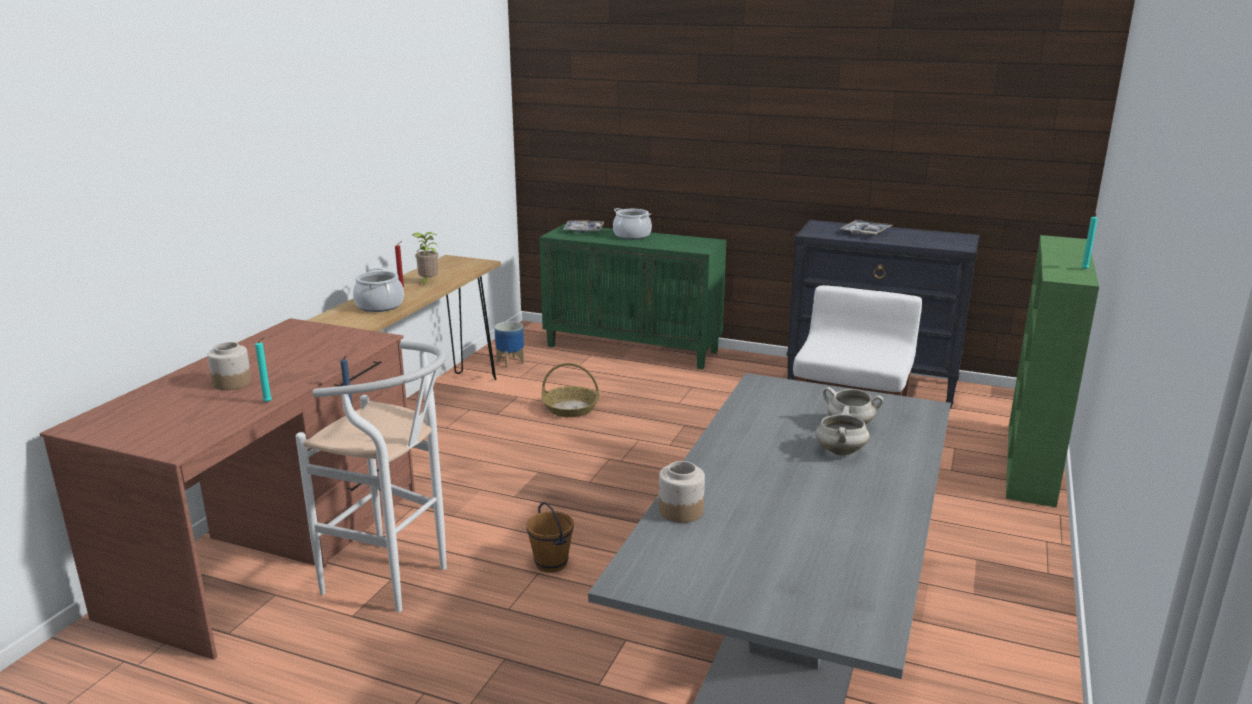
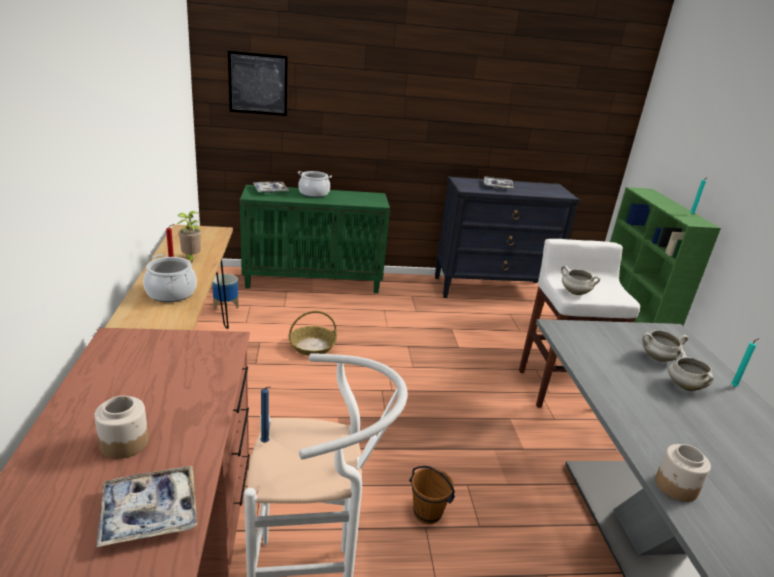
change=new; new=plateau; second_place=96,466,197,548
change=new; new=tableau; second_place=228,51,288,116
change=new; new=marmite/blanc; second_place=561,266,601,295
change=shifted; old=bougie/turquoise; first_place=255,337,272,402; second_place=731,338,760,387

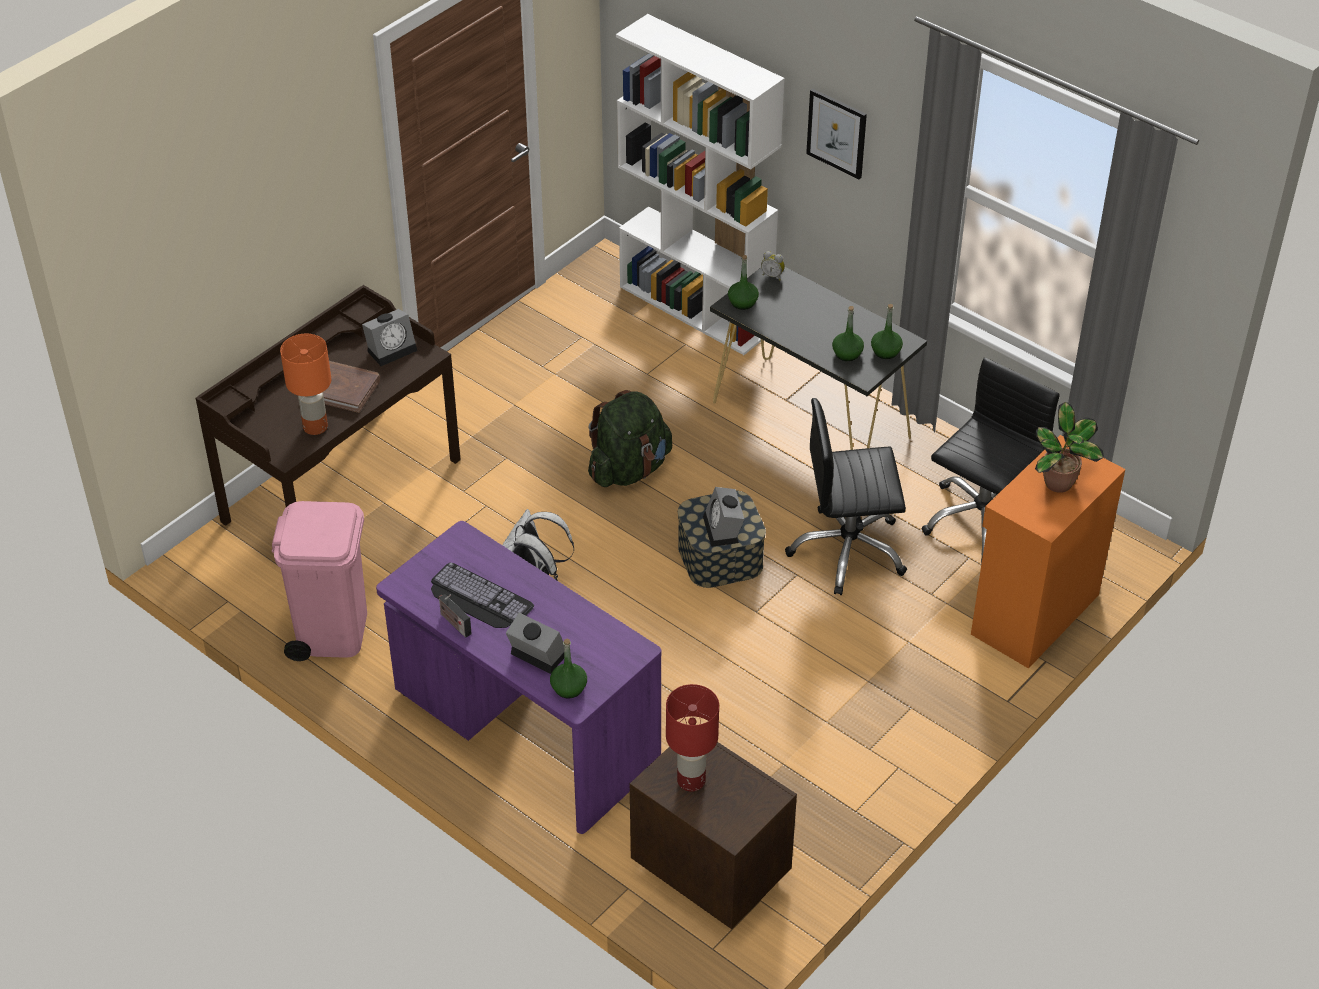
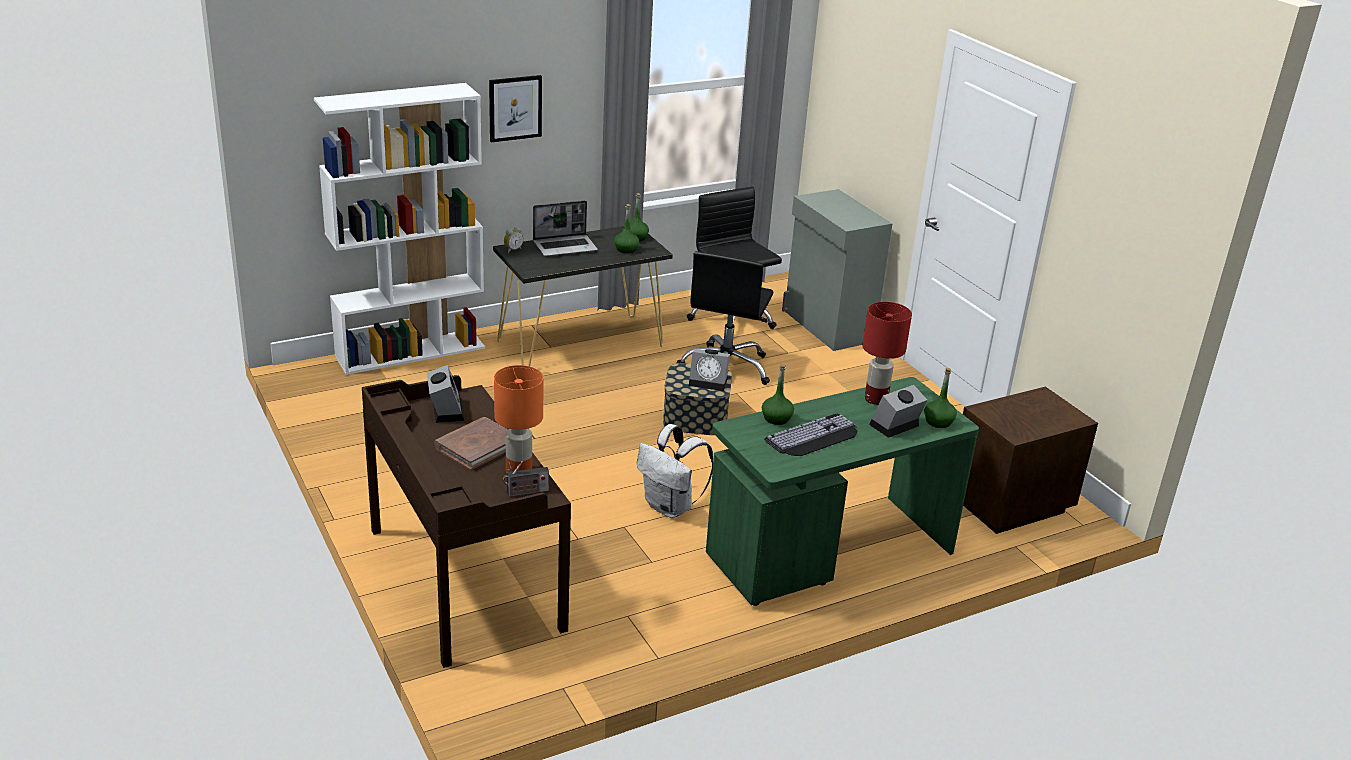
change=shifted; old=radio; first_place=438,594,472,638; second_place=503,461,549,497
change=new; new=ordinateur portable; second_place=533,200,598,256
change=repainted; old=bureau/violet; new=bureau/vert; first_place=376,521,661,834; second_place=706,377,979,606
change=shifted; old=bouteille/vert; first_place=728,255,759,310; second_place=762,363,794,425
change=repainted; old=meuble de rangement/orange; new=meuble de rangement/gris; first_place=971,435,1125,669; second_place=782,189,892,351
change=shifted; old=lampe de table/rouge; first_place=666,684,719,792; second_place=862,302,912,405
change=gone; old=poubelle/rose; first_place=272,501,367,661
change=gone; old=sac à dos/vert; first_place=588,390,672,487
change=gone; old=plante en pot; first_place=1035,402,1104,493

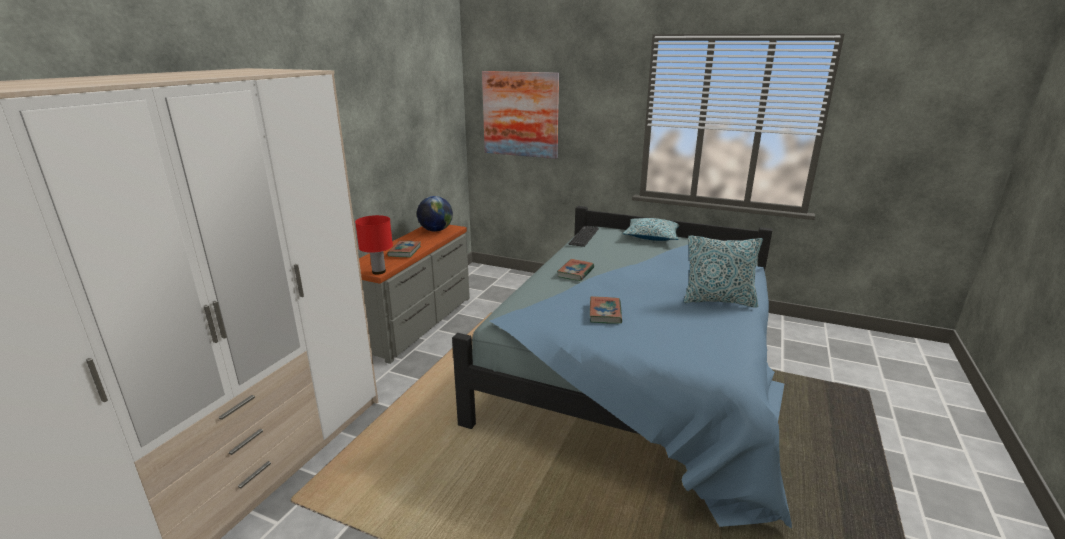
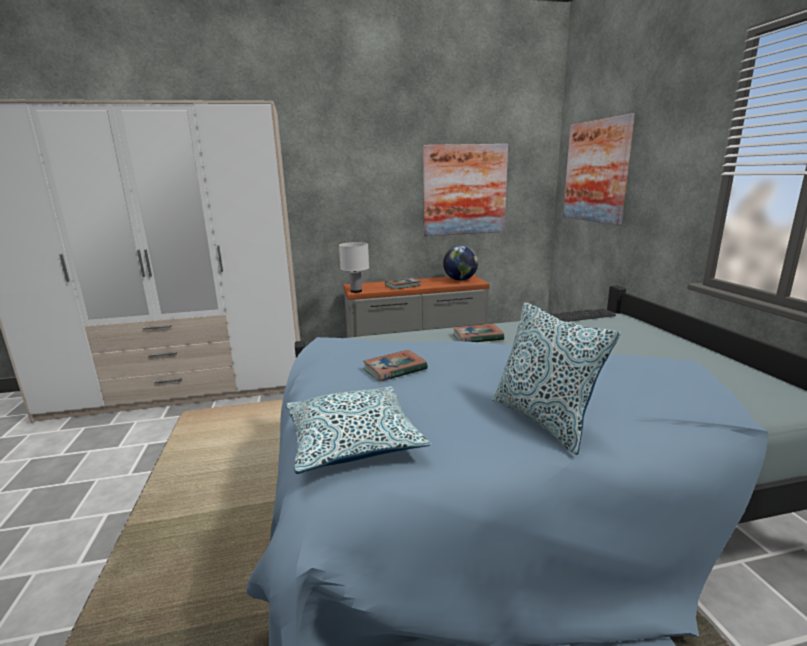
change=shifted; old=coussin; first_place=623,218,679,241; second_place=286,386,431,474
change=repainted; old=lampe de table/rouge; new=lampe de table/blanc; first_place=355,215,393,274; second_place=339,242,369,293
change=new; new=tableau; second_place=423,144,508,236

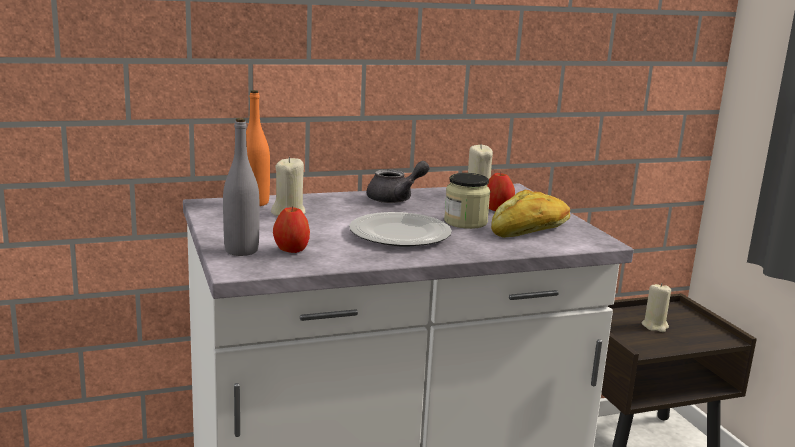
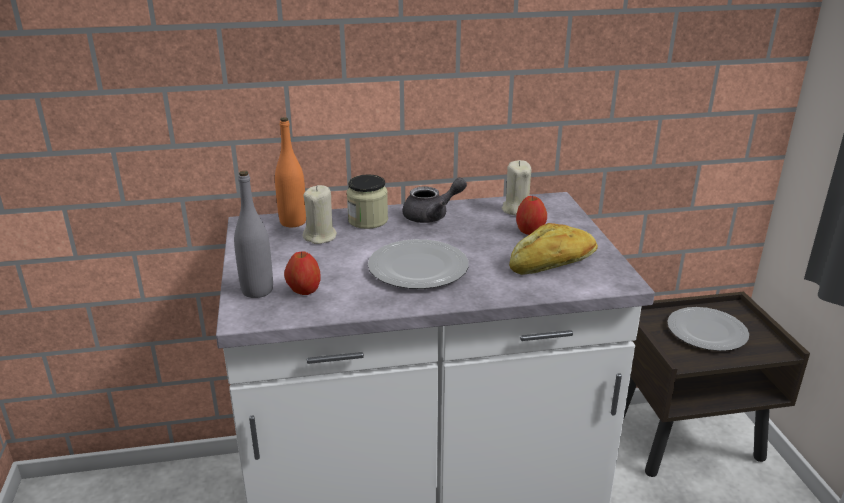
change=shifted; old=bocal; first_place=444,173,490,229; second_place=347,174,388,229
change=swapped; old=bougie/beige; new=assiette; first_place=642,283,671,332; second_place=667,307,749,351

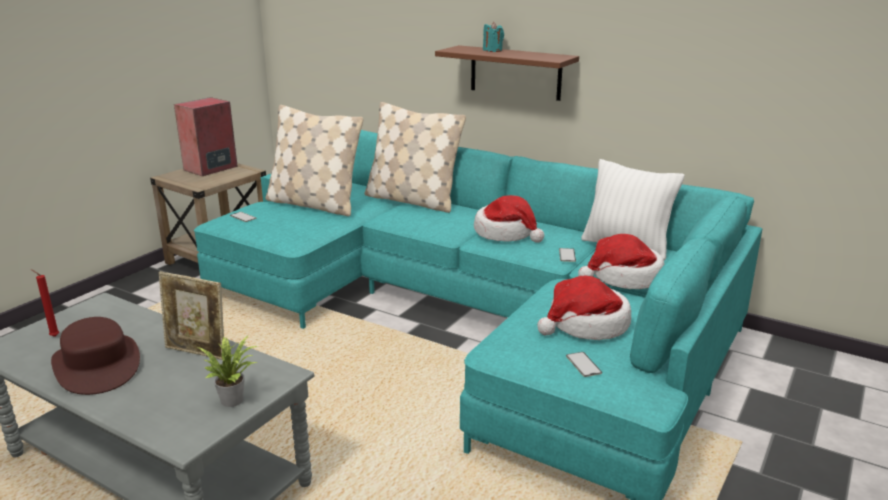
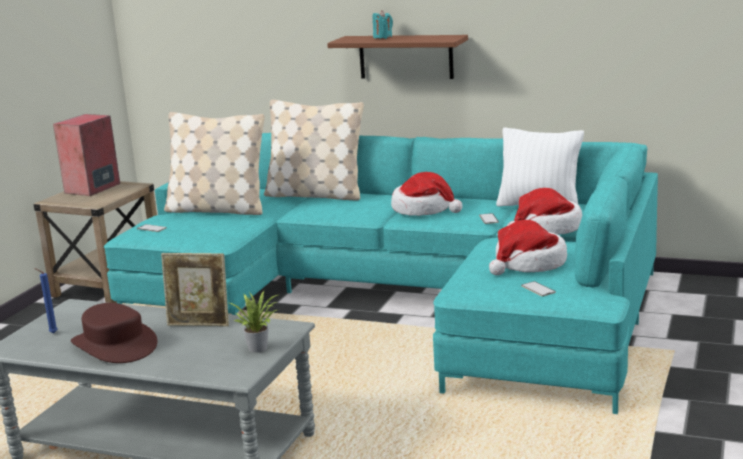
change=repainted; old=bougie/rouge; new=bougie/bleu; first_place=31,269,59,337; second_place=34,268,58,333

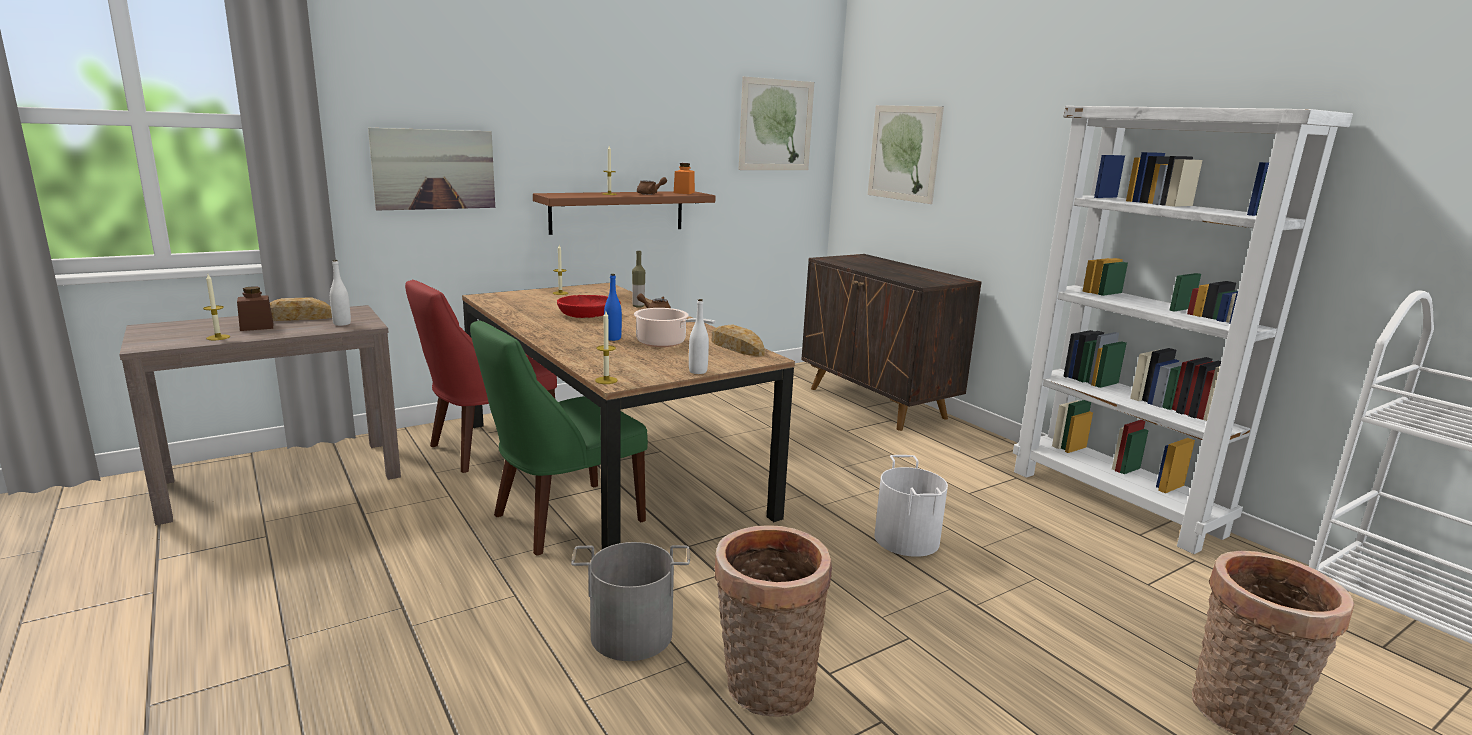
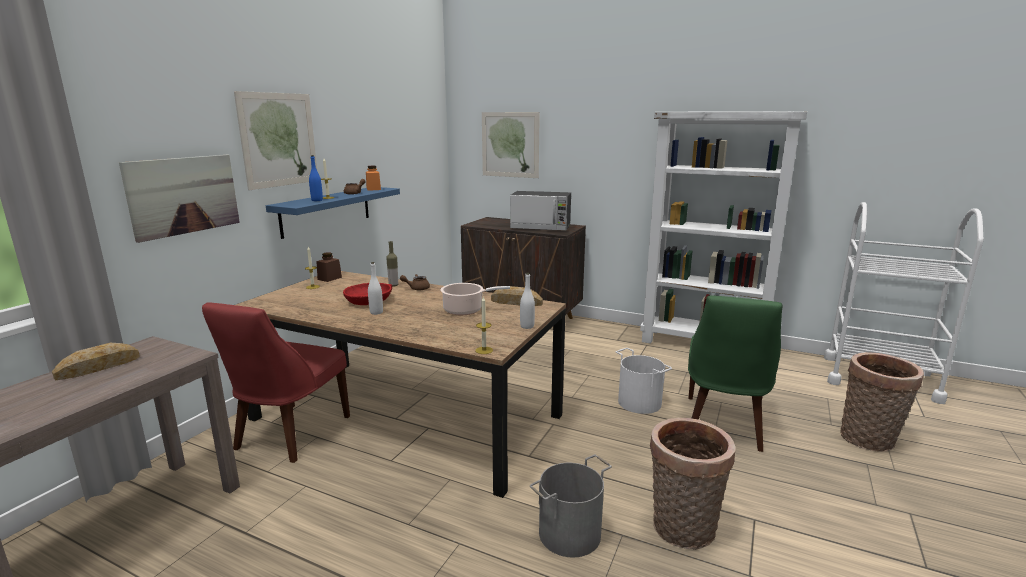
change=shifted; old=tableau; first_place=739,76,814,170; second_place=234,91,317,190
change=repainted; old=étagère/marron; new=étagère/bleu; first_place=533,191,716,235; second_place=266,187,400,239
change=shifted; old=bouteille/bleu; first_place=604,274,622,341; second_place=309,155,323,201
change=shifted; old=bocal/marron; first_place=237,286,273,331; second_place=316,252,342,282
change=shifted; old=bouteille/blanc; first_place=330,260,351,326; second_place=368,262,383,315
change=new; new=micro-ondes; second_place=510,191,571,231
change=shifted; old=chaise/vert; first_place=470,320,648,556; second_place=688,295,783,452
change=gone; old=bougie; first_place=203,274,230,340

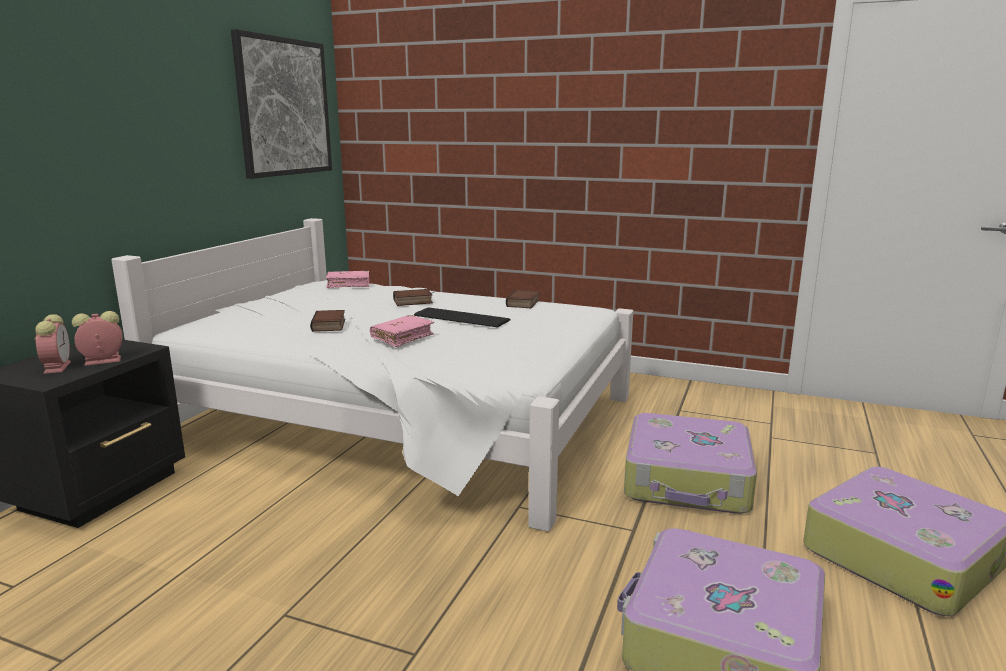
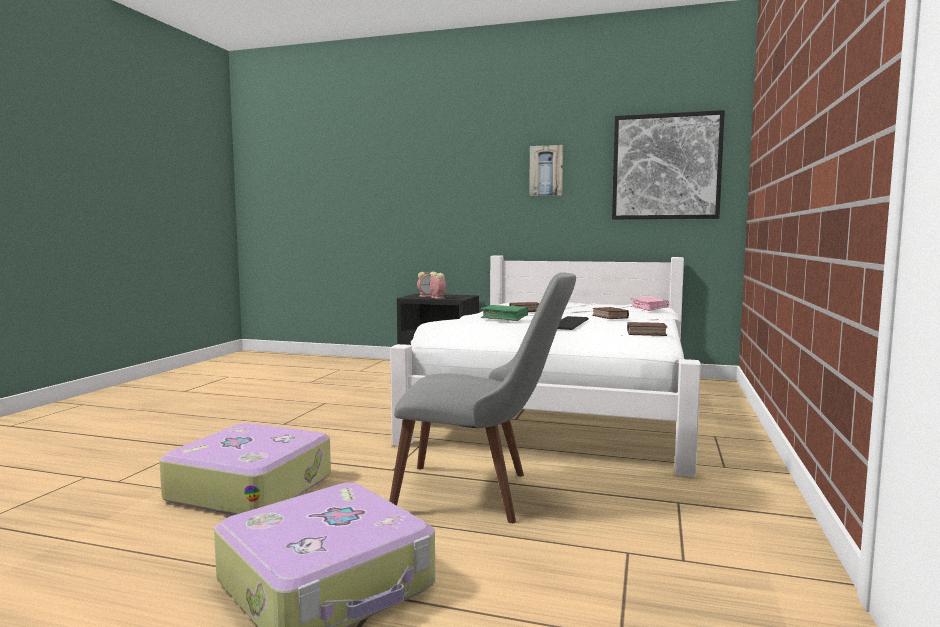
change=swapped; old=valise; new=chaise/gris; first_place=624,413,757,514; second_place=389,272,576,523
change=repainted; old=livre/rose; new=livre/vert; first_place=370,315,434,347; second_place=481,305,528,321
change=new; new=tableau; second_place=529,145,563,196

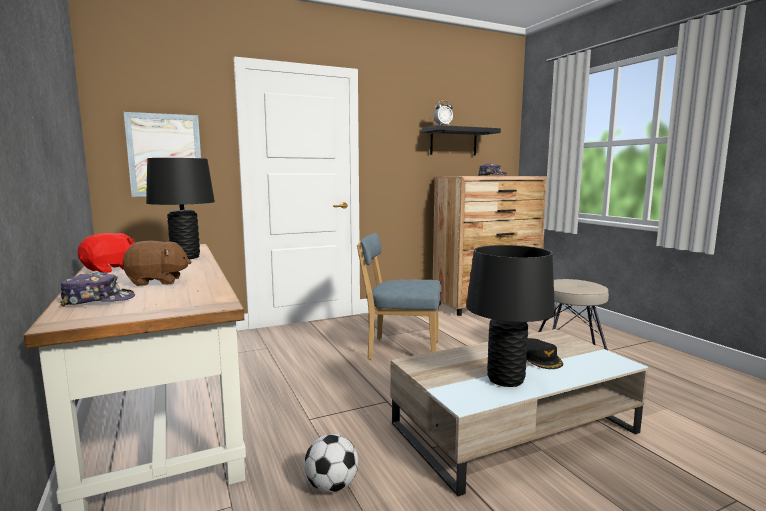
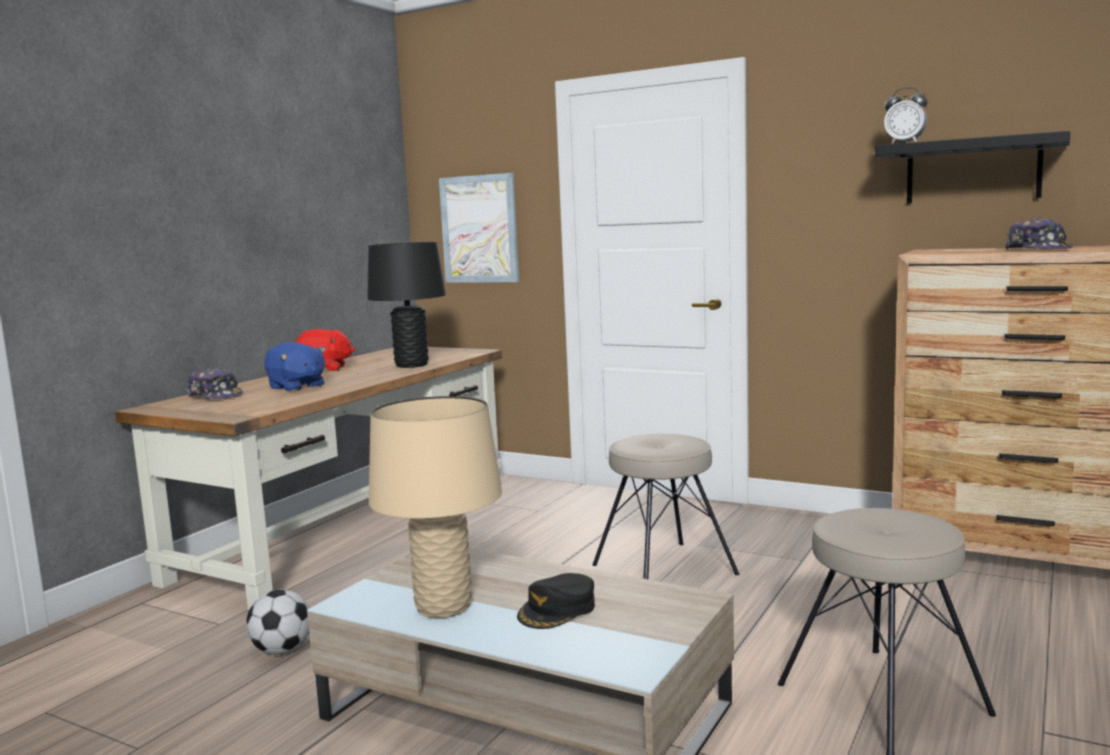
change=repainted; old=peluche/marron; new=peluche/bleu; first_place=123,240,191,286; second_place=264,342,326,392
change=repainted; old=lampe de table/noir; new=lampe de table/beige; first_place=466,245,555,387; second_place=369,396,502,618
change=swapped; old=chaise/bleu; new=tabouret/beige; first_place=357,233,441,360; second_place=592,434,739,579

